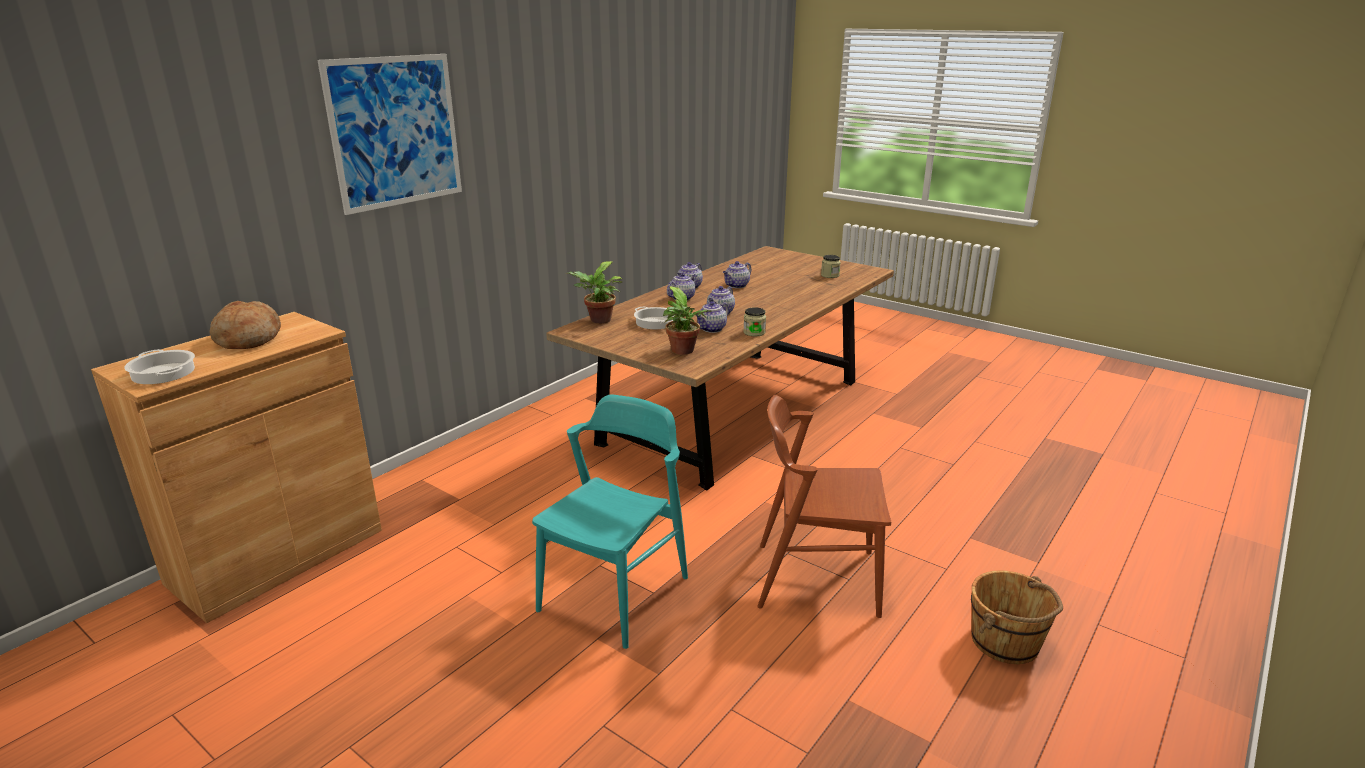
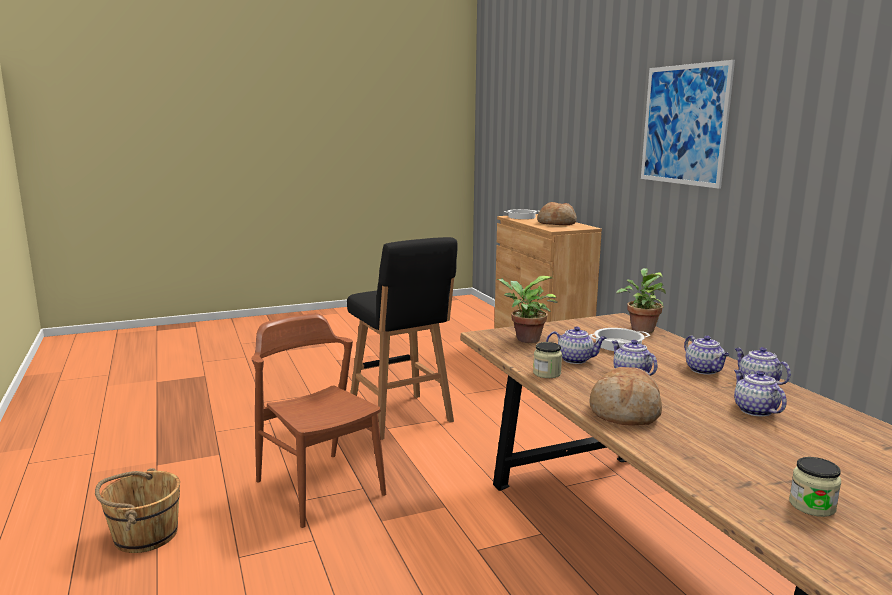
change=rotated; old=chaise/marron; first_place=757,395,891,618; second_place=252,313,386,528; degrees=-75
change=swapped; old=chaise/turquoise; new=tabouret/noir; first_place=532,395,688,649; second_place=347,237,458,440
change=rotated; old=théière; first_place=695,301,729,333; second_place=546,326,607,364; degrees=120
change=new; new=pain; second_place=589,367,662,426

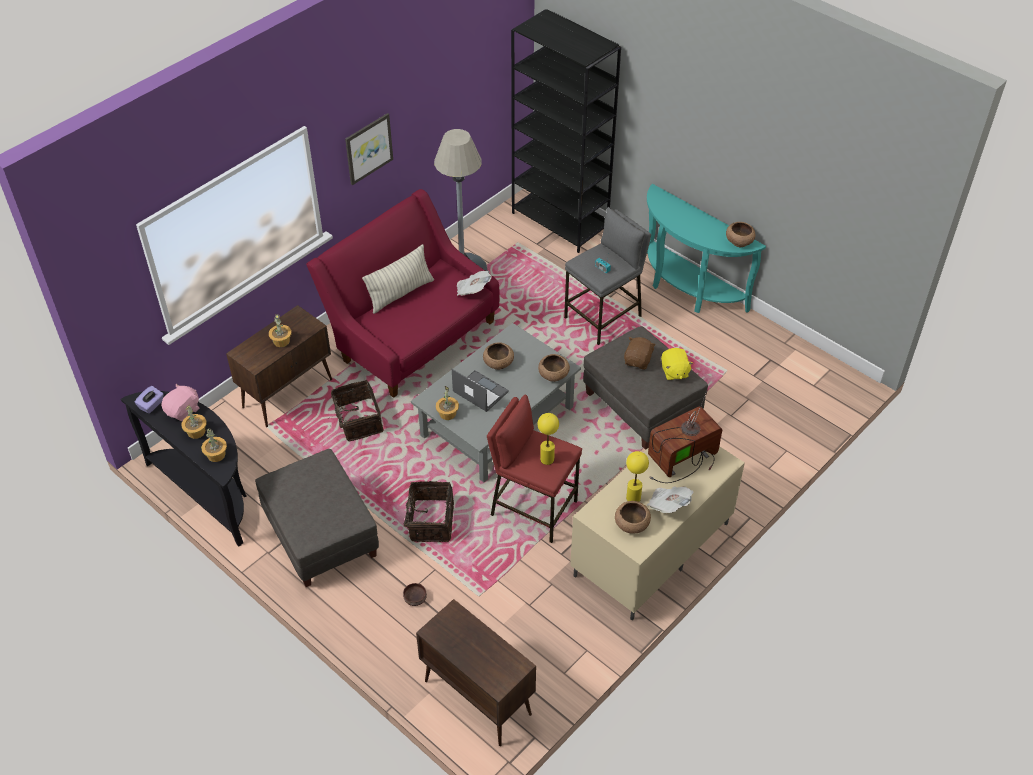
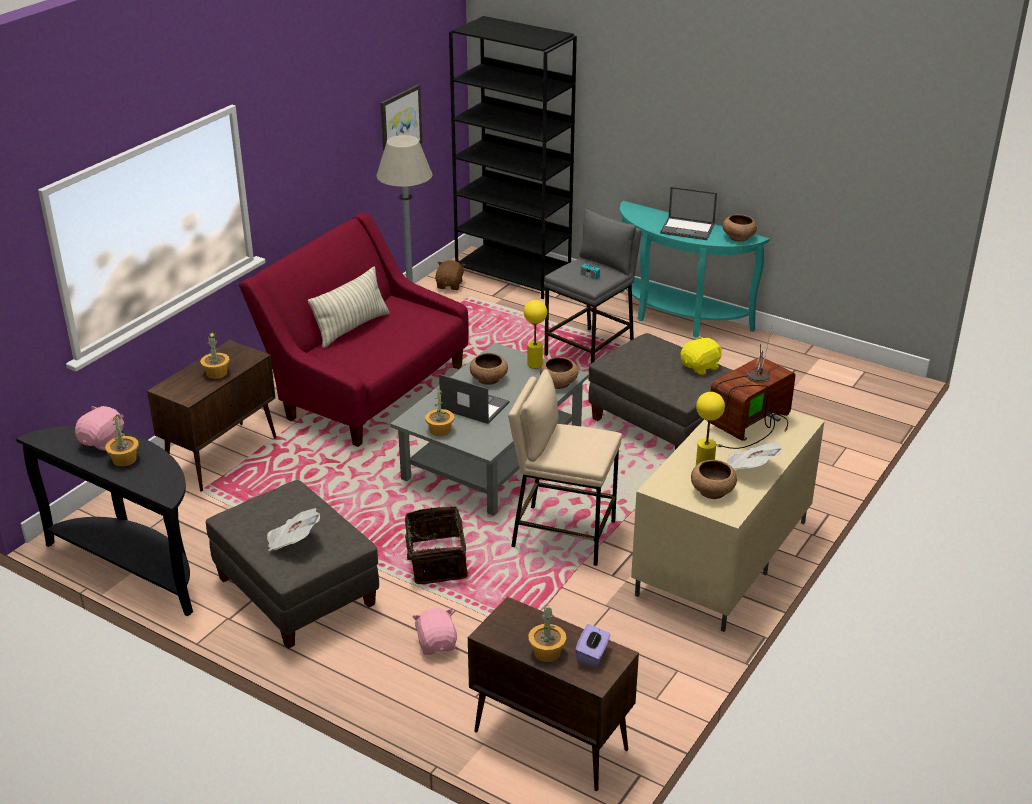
change=shifted; old=journal; first_place=457,271,492,296; second_place=267,508,320,551
change=shifted; old=tableau; first_place=345,113,393,185; second_place=381,84,422,152
change=swapped; old=bol/marron; new=peluche/rose; first_place=403,583,427,606; second_place=412,608,457,655
change=shifted; old=peluche/marron; first_place=624,337,656,369; second_place=435,260,465,290
change=repainted; old=tabouret/rouge; new=tabouret/beige; first_place=487,394,582,543; second_place=508,369,622,566
change=shifted; old=lampe de table/jaune; first_place=537,413,559,465; second_place=524,300,547,369
change=shifted; old=plante en pot; first_place=201,428,227,462; second_place=528,605,566,662
change=shifted; old=boîte à mouchoirs/violet; first_place=135,386,164,414; second_place=575,624,610,668
change=new; new=ordinateur portable; second_place=660,187,717,240
change=rotated; old=peluche/jaune; first_place=661,348,693,380; second_place=680,335,723,375; degrees=-105
change=gone; old=panier; first_place=329,380,383,441

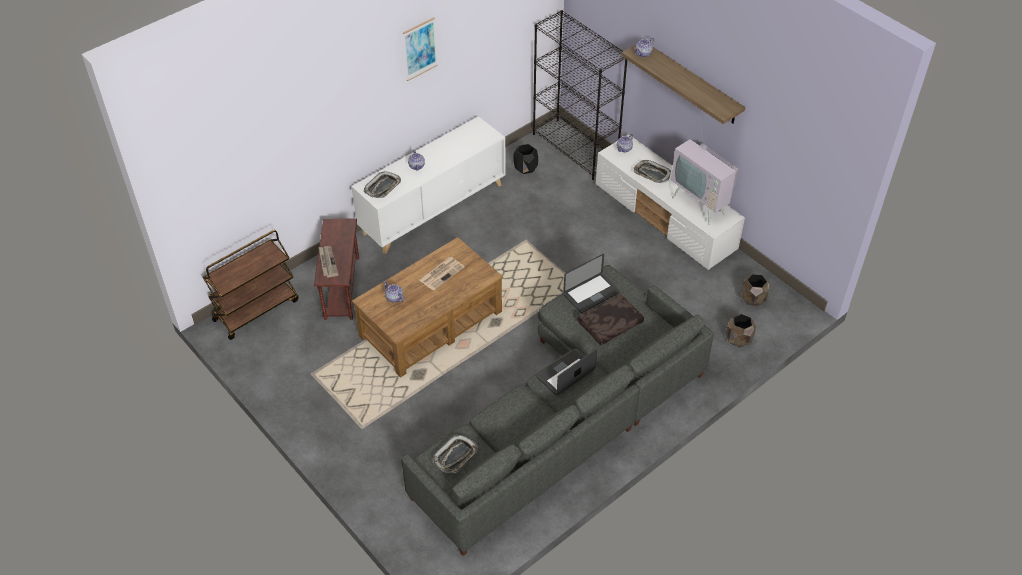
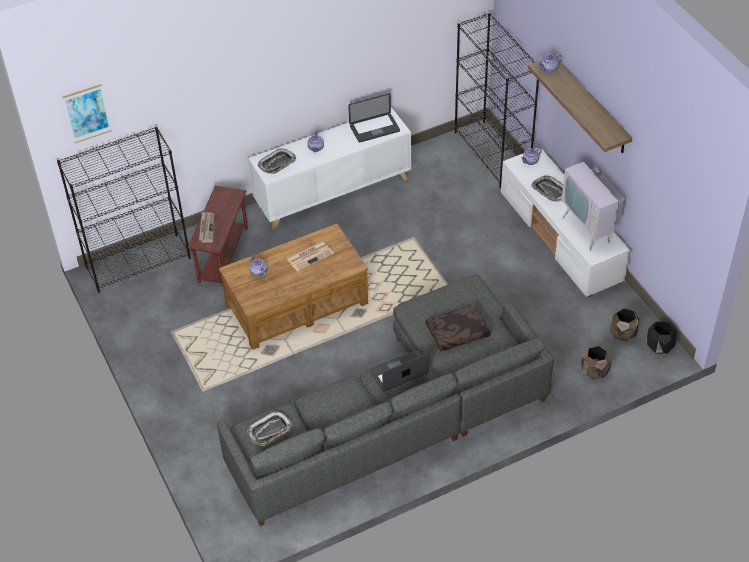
change=swapped; old=chariot/marron; new=bibliothèque/noir; first_place=203,230,299,340; second_place=57,127,191,293
change=shifted; old=tableau; first_place=403,17,438,81; second_place=62,84,112,144
change=shifted; old=ordinateur portable; first_place=563,254,620,313; second_place=348,93,400,142
change=shifted; old=cache-pot/noir; first_place=514,144,538,174; second_place=647,321,676,354

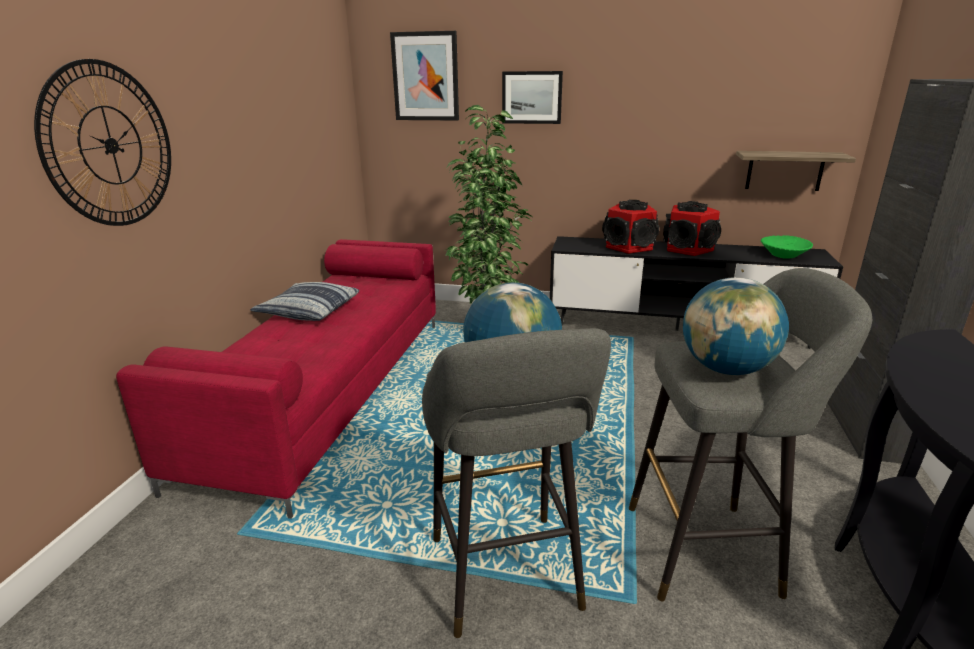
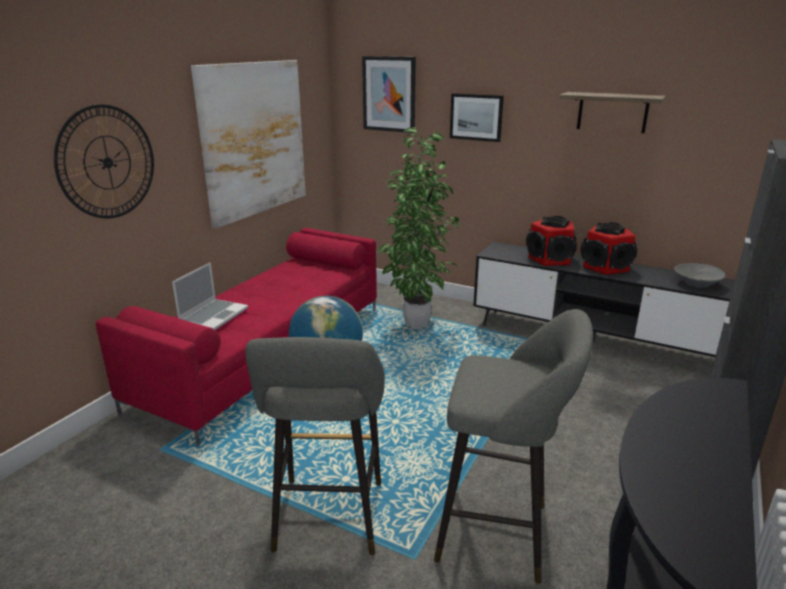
change=new; new=ordinateur portable; second_place=172,262,248,330
change=new; new=tableau; second_place=191,60,306,229
change=shifted; old=étagère; first_place=736,151,856,191; second_place=559,92,666,133
change=repainted; old=bol/vert; new=bol/gris; first_place=761,235,813,259; second_place=674,263,726,288
change=gone; old=coussin; first_place=250,282,359,321
change=gone; old=globe; first_place=683,277,789,375

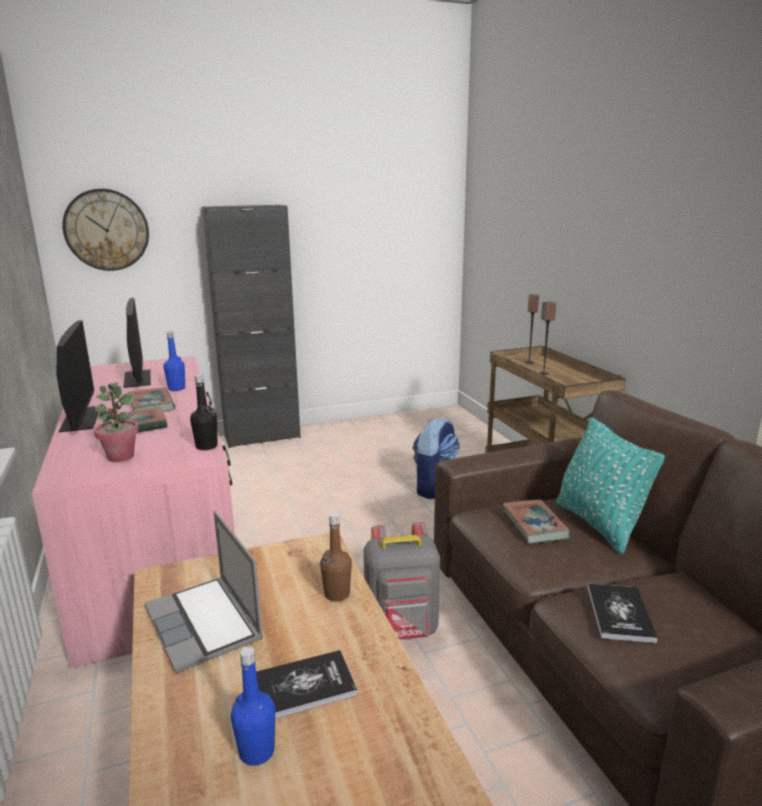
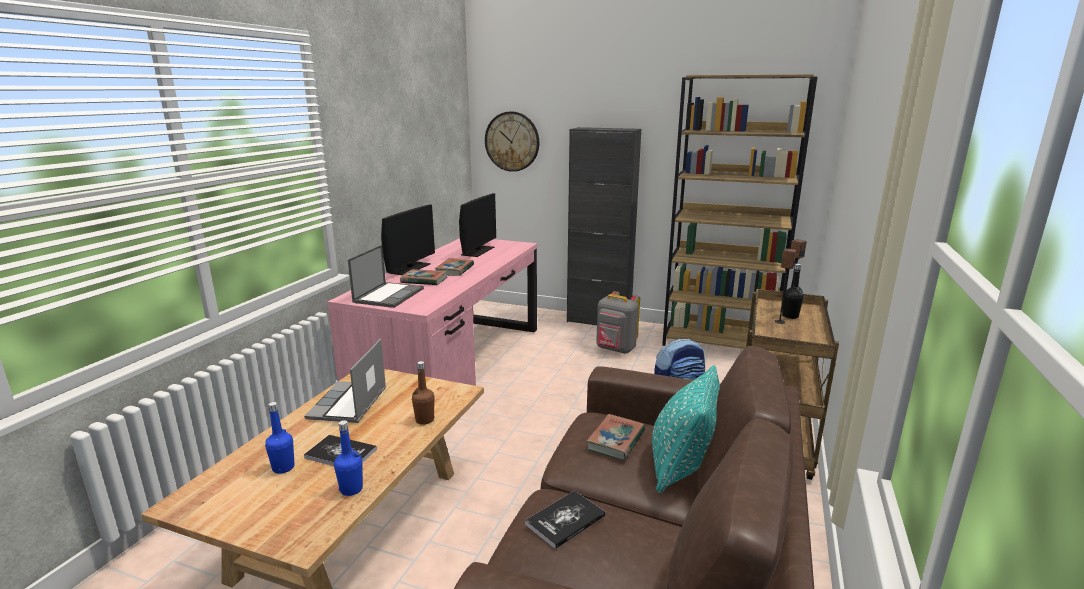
change=shifted; old=bouteille/bleu; first_place=163,331,185,391; second_place=334,420,363,496
change=swapped; old=plante en pot; new=ordinateur portable; first_place=94,382,139,462; second_place=348,245,424,308
change=shifted; old=sac à dos/gris; first_place=364,522,440,640; second_place=596,291,640,354
change=new; new=bibliothèque/marron; second_place=662,74,817,349
change=shifted; old=bouteille/noir; first_place=190,374,218,450; second_place=782,263,804,319

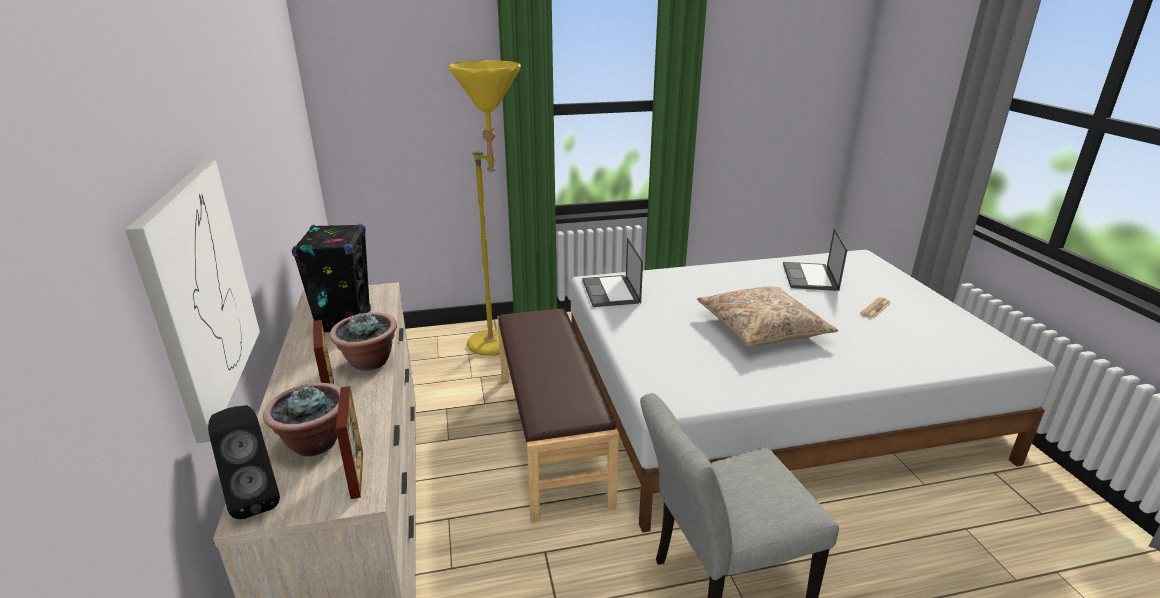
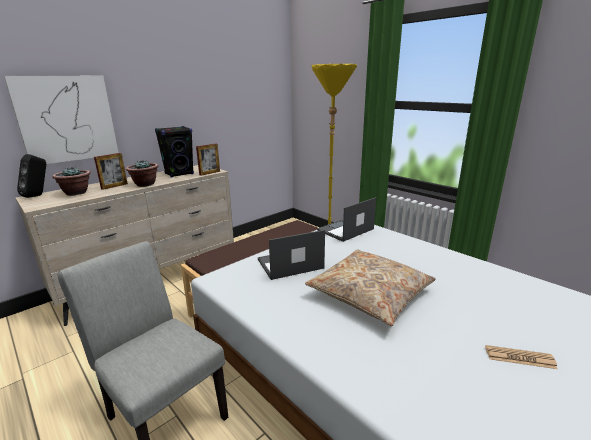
change=shifted; old=cadre photo; first_place=336,386,363,499; second_place=196,144,220,176
change=shifted; old=ordinateur portable; first_place=783,228,847,291; second_place=258,230,325,280

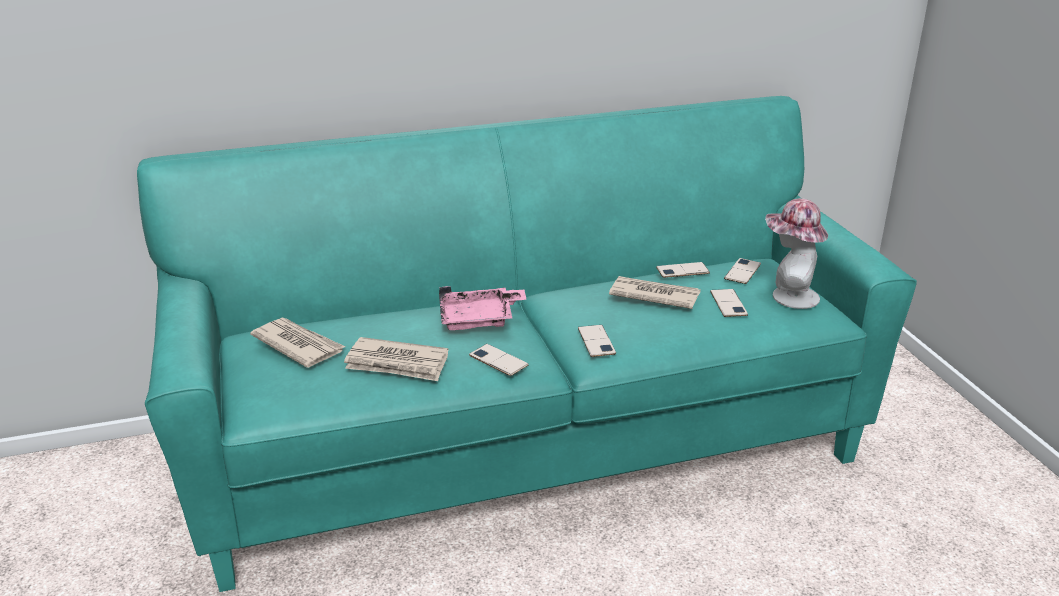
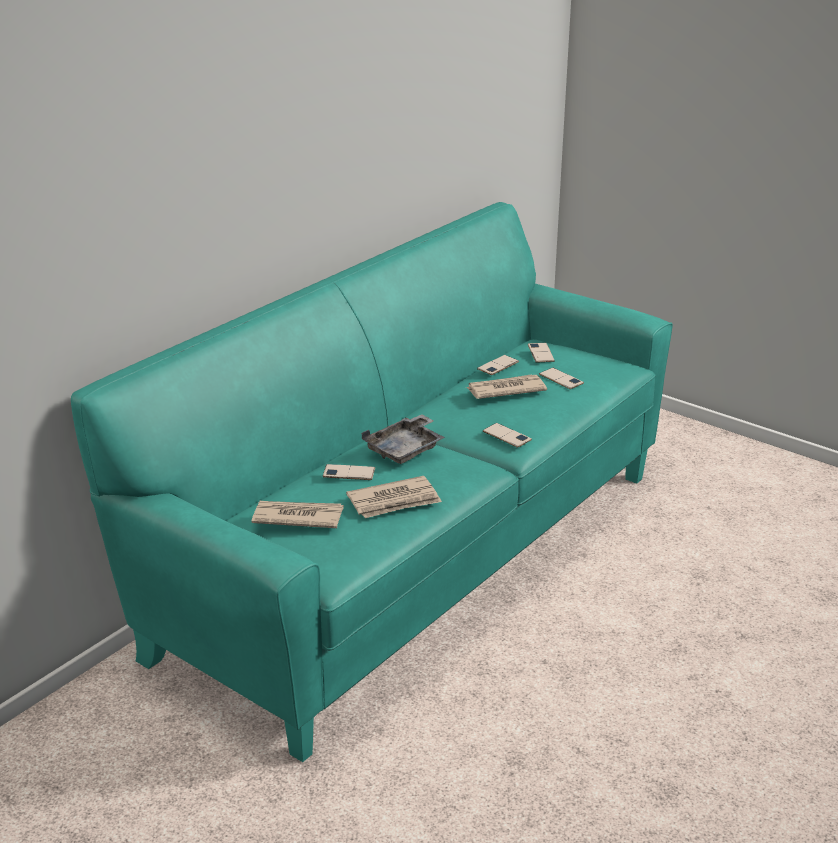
change=shifted; old=téléphone; first_place=469,344,529,376; second_place=323,464,375,480
change=repainted; old=plateau/rose; new=plateau/gris; first_place=439,286,527,330; second_place=361,414,445,464
change=gone; old=chapeau; first_place=765,198,828,309

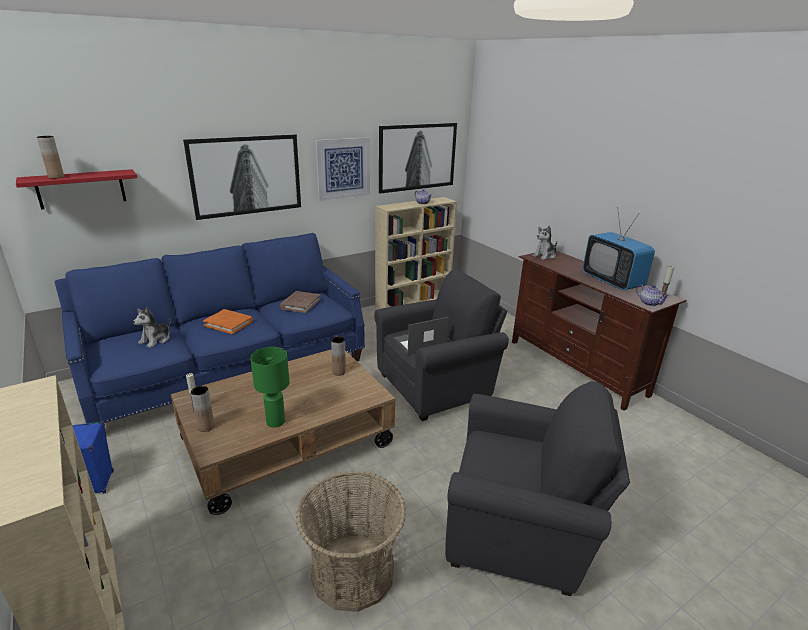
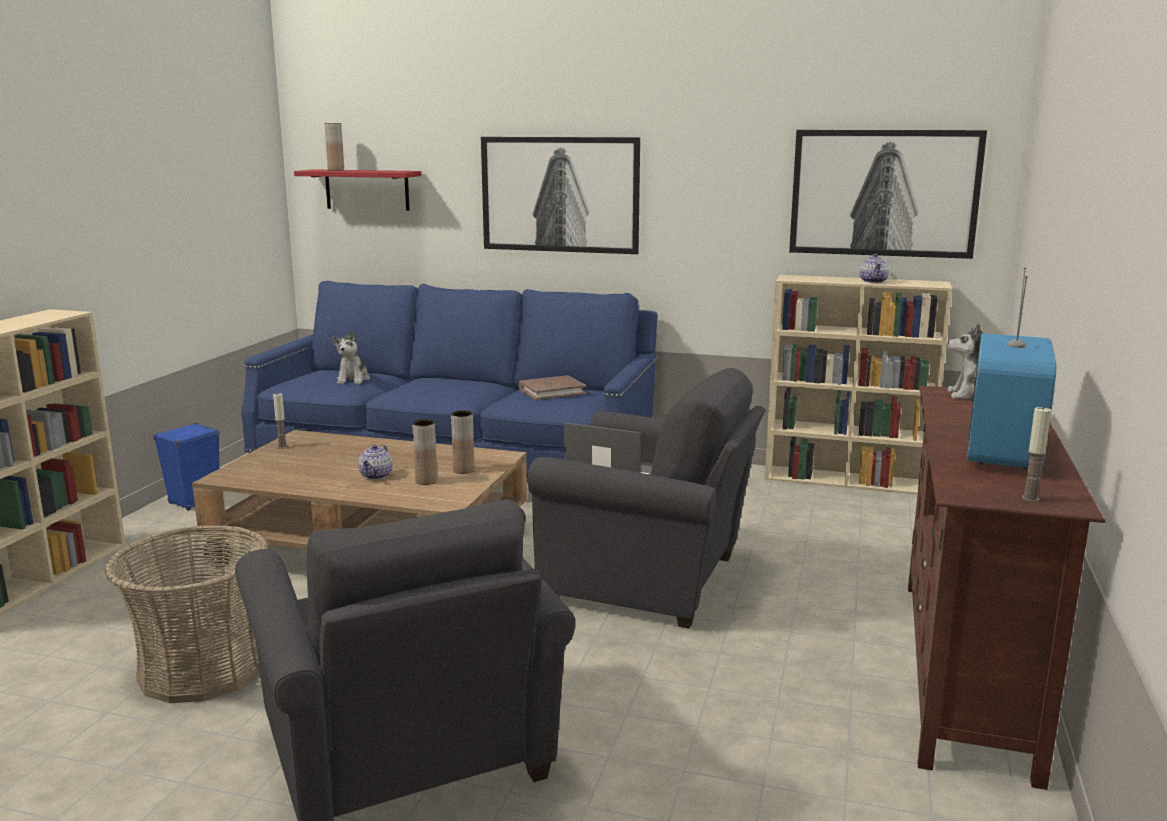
change=rotated; old=peluche; first_place=133,307,170,348; second_place=332,330,370,384; degrees=-75
change=shifted; old=théière; first_place=636,285,670,306; second_place=358,445,393,480
change=shifted; old=vase/marron; first_place=191,386,215,432; second_place=412,419,437,485
change=gone; old=livre/orange; first_place=203,309,253,334
change=gone; old=lampe de table/vert; first_place=250,347,290,427
change=gone; old=tableau; first_place=316,137,370,201

